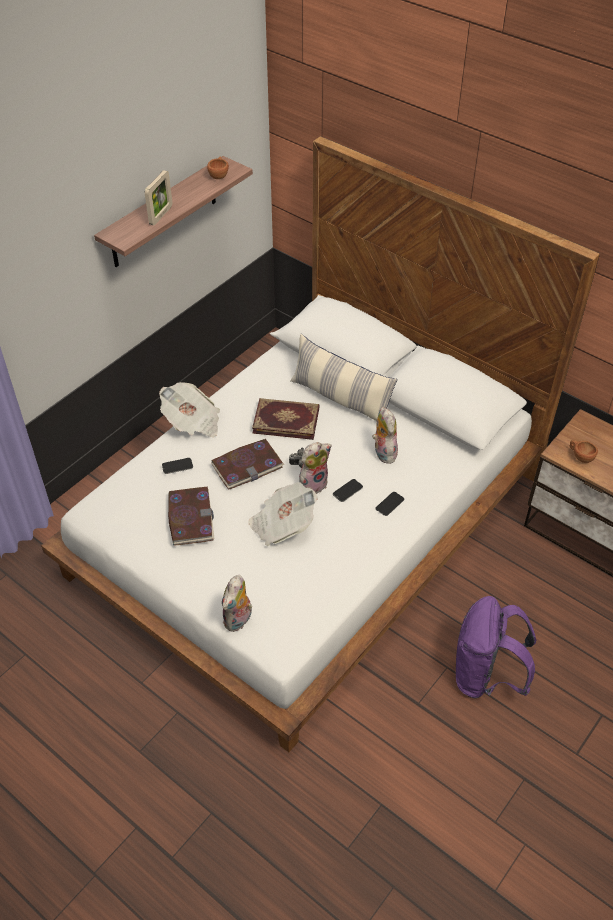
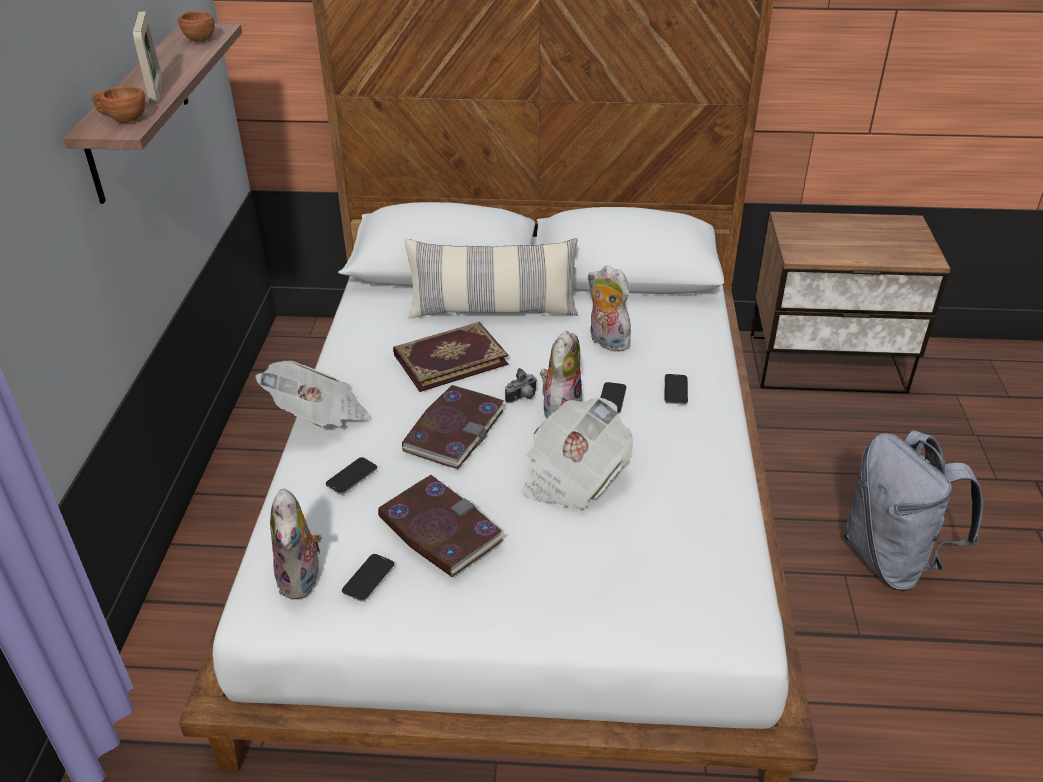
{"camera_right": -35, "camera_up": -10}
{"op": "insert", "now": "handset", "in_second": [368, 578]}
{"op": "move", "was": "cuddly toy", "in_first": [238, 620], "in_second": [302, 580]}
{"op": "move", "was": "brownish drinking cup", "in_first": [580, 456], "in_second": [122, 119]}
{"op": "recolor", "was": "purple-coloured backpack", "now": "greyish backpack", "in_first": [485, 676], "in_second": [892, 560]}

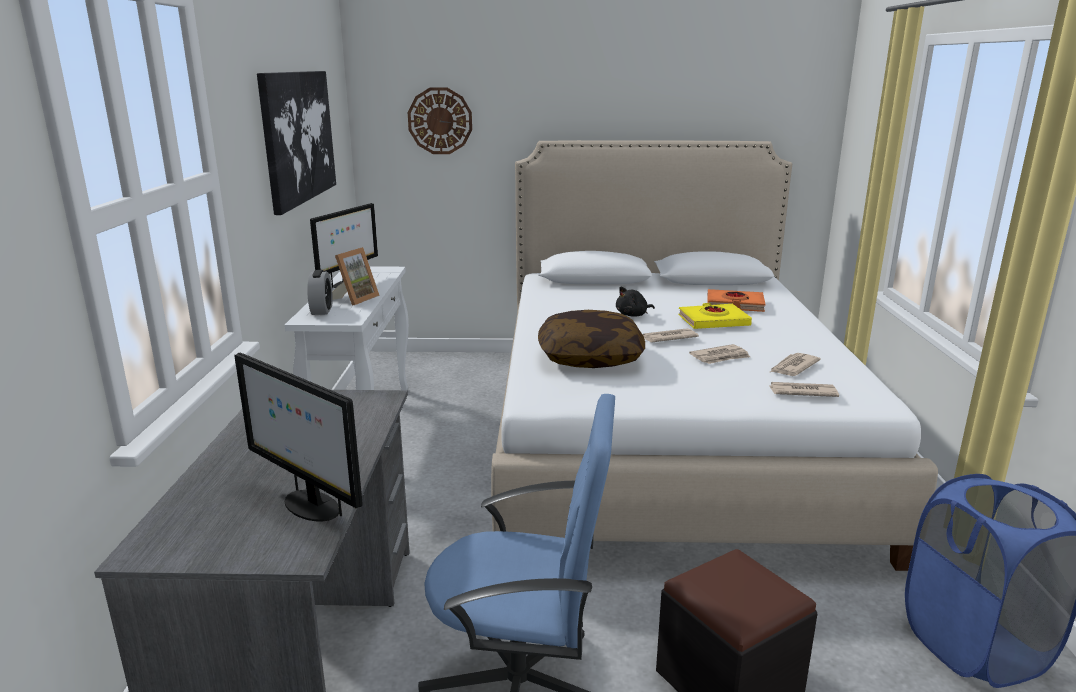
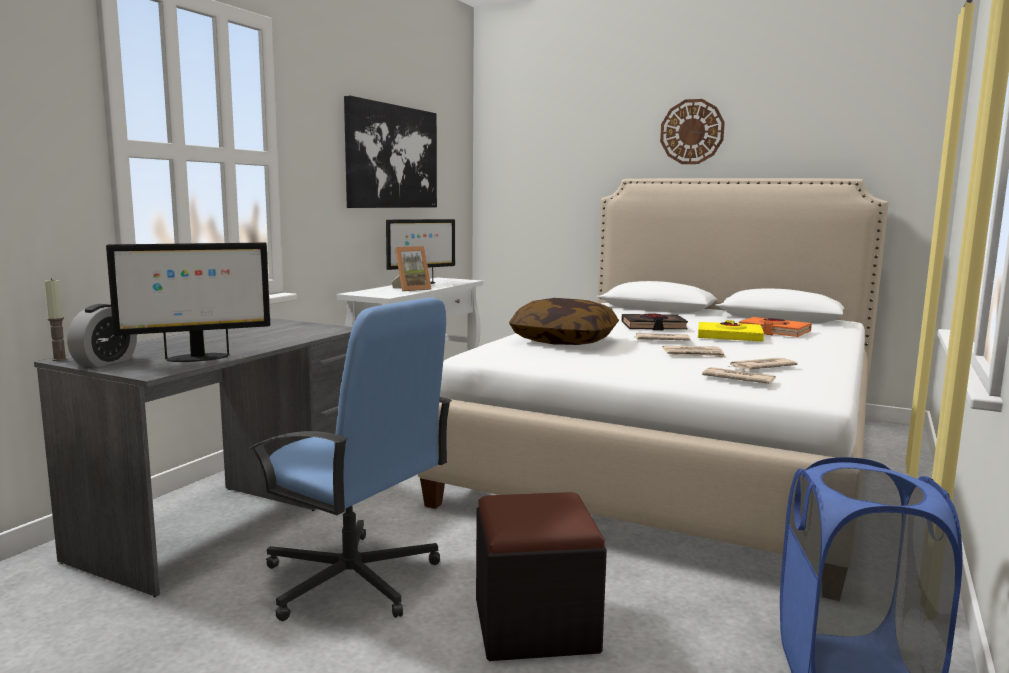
{"camera_right": 25, "camera_up": -10}
{"op": "insert", "now": "candle", "in_second": [59, 359]}
{"op": "move", "was": "alarm clock", "in_first": [322, 310], "in_second": [105, 362]}
{"op": "move", "was": "clock on the wall", "in_first": [440, 121], "in_second": [692, 132]}
{"op": "replace", "was": "black-coloured cuddly toy", "now": "black-coloured bound book", "in_first": [633, 315], "in_second": [653, 327]}
{"op": "rotate", "was": "computer screen", "in_first": [310, 505], "in_second": [196, 358], "clockwise": -90}

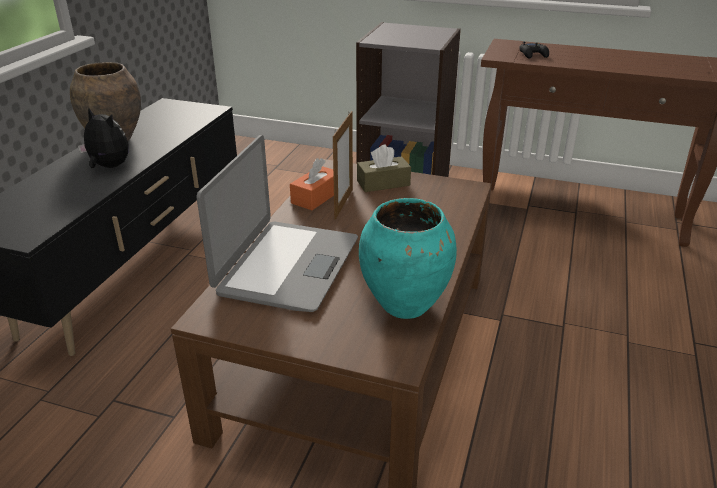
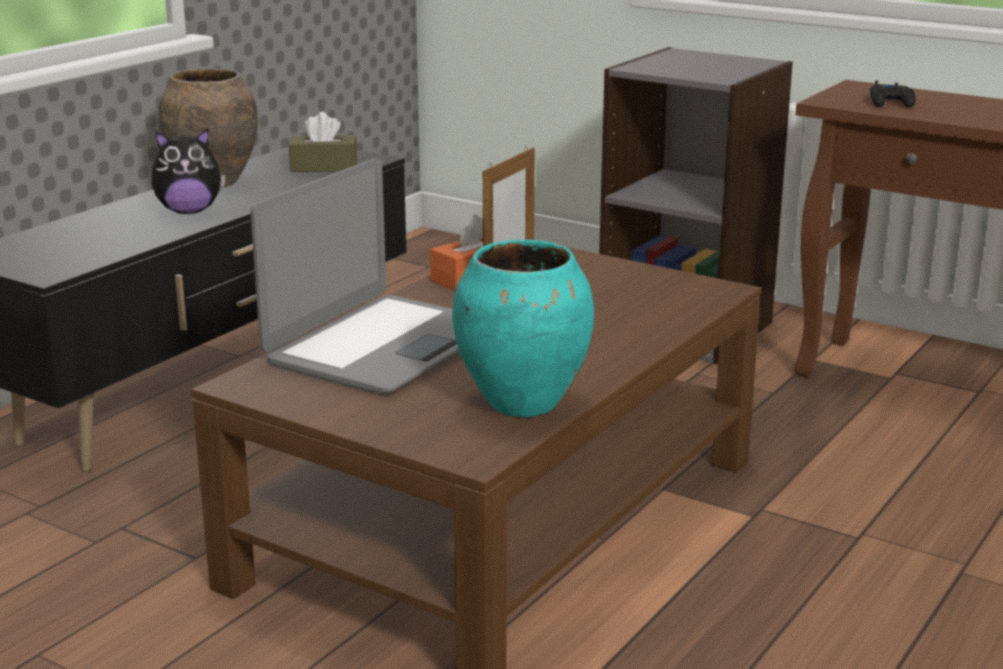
{"camera_right": 15, "camera_up": -10}
{"op": "move", "was": "brownish box of tissues", "in_first": [383, 183], "in_second": [324, 167]}
{"op": "rotate", "was": "cuddly toy", "in_first": [108, 167], "in_second": [189, 211], "clockwise": 120}

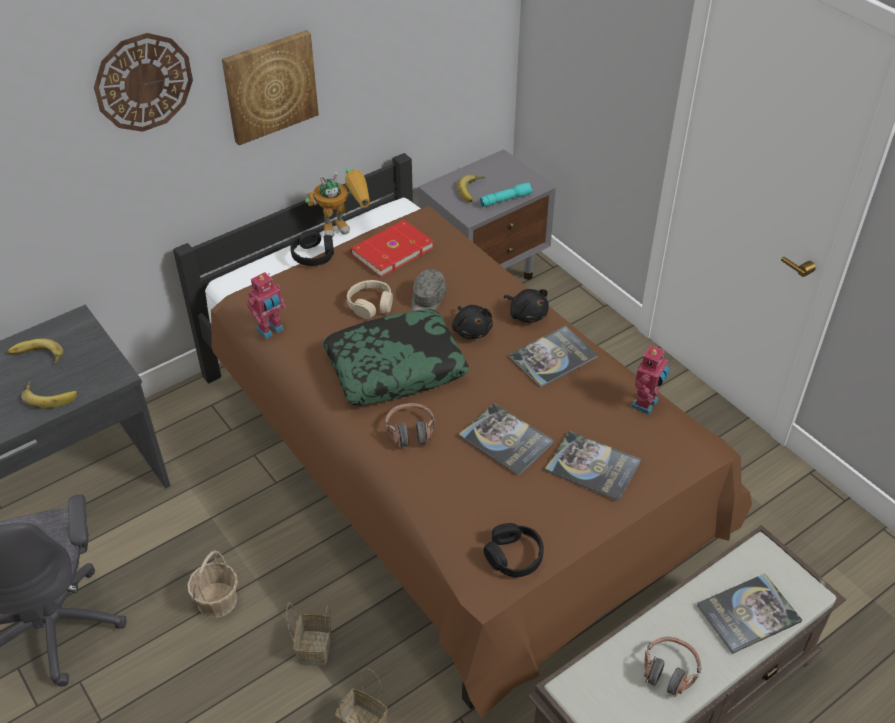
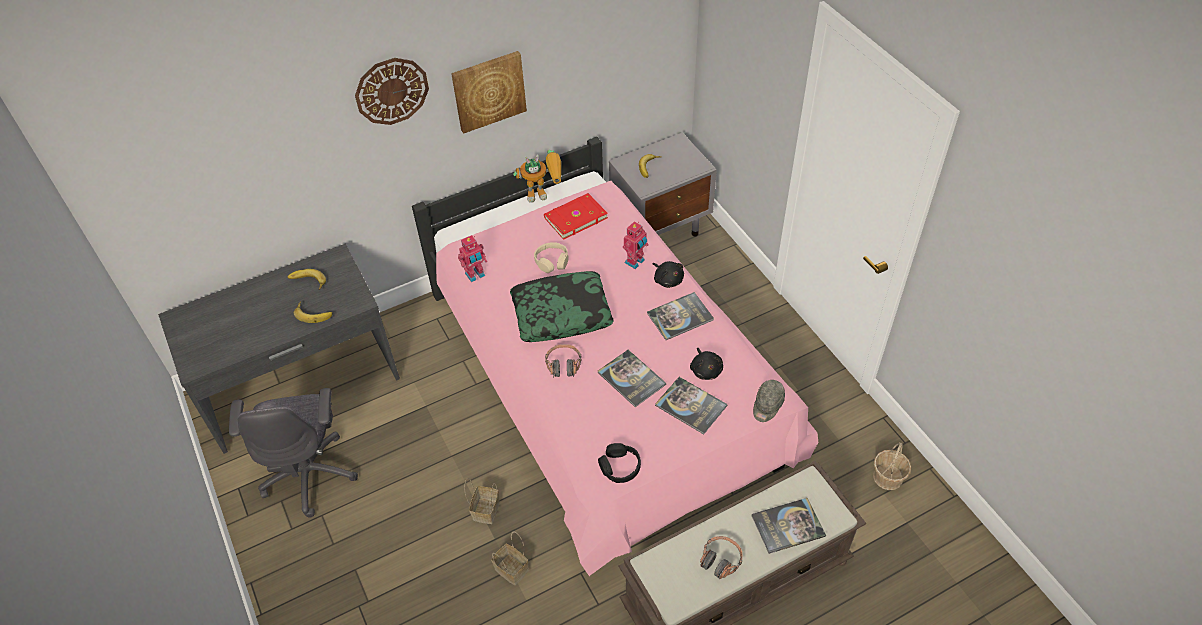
{"camera_right": 10, "camera_up": 5}
{"op": "delete", "was": "black-coloured headset", "in_first": [313, 255]}
{"op": "delete", "was": "turquoise torch", "in_first": [506, 199]}
{"op": "move", "was": "household basket", "in_first": [217, 600], "in_second": [888, 477]}
{"op": "move", "was": "greyish cap", "in_first": [427, 300], "in_second": [767, 405]}
{"op": "move", "was": "black-coloured cuddly toy", "in_first": [471, 330], "in_second": [706, 370]}
{"op": "move", "was": "toy robot", "in_first": [646, 404], "in_second": [635, 262]}
{"op": "recolor", "was": "brownish sleeping bed", "now": "pink-coloured sleeping bed", "in_first": [446, 469], "in_second": [603, 386]}

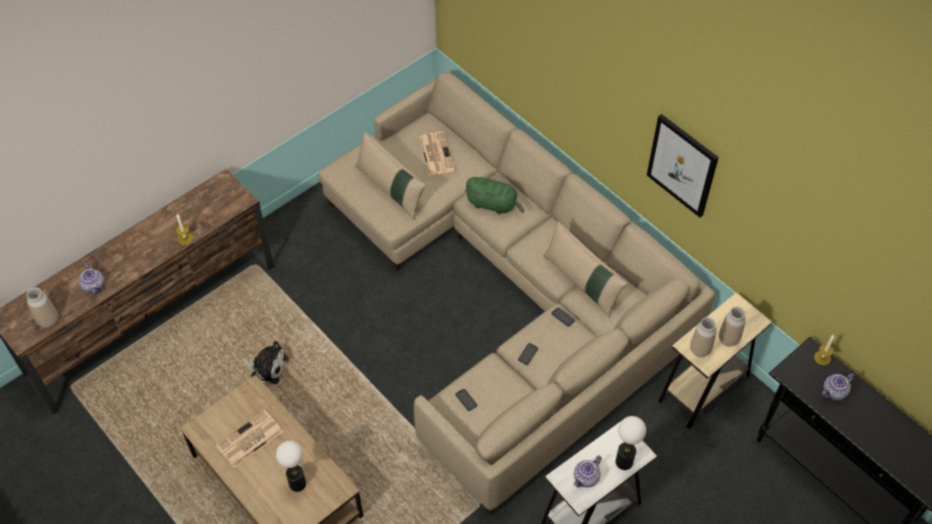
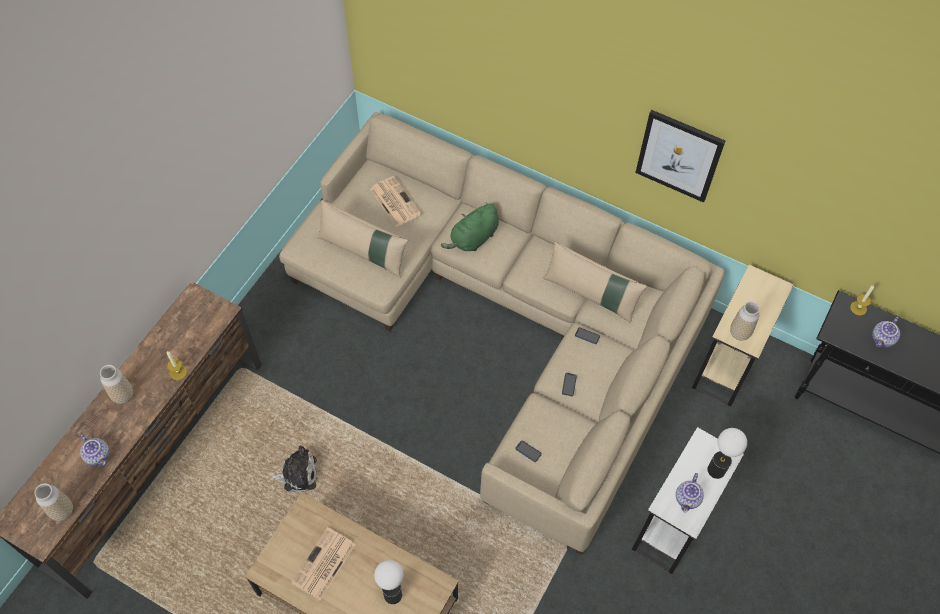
{"camera_right": -20, "camera_up": 5}
{"op": "move", "was": "vase", "in_first": [728, 339], "in_second": [123, 395]}
{"op": "rotate", "was": "green cuddly toy", "in_first": [493, 204], "in_second": [473, 239], "clockwise": 135}

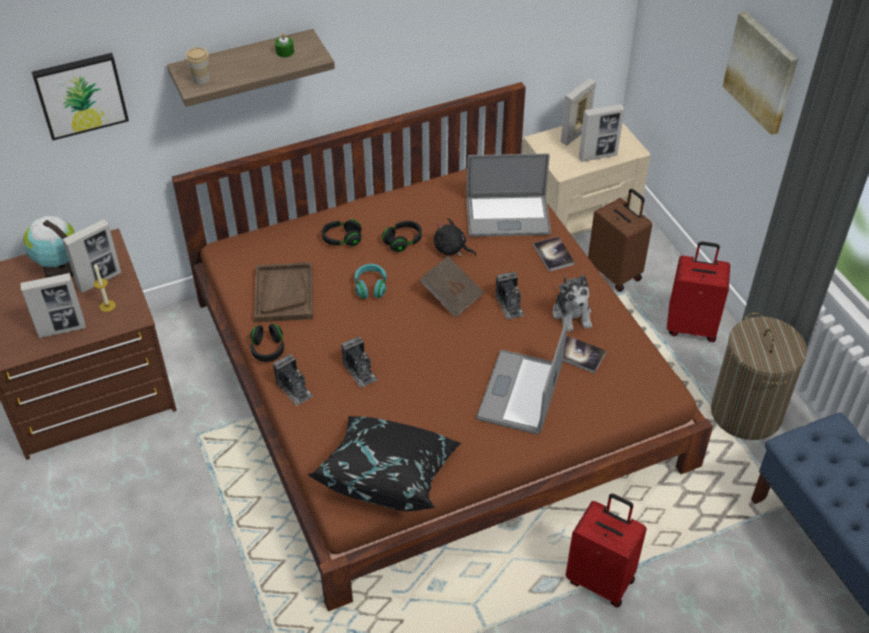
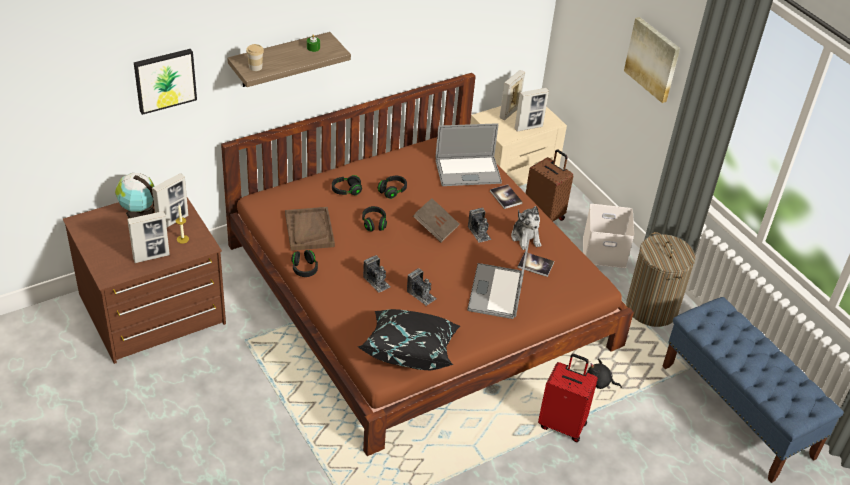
{"camera_right": -10, "camera_up": -5}
{"op": "move", "was": "still camera", "in_first": [294, 389], "in_second": [421, 295]}
{"op": "move", "was": "black-coloured cuddly toy", "in_first": [451, 249], "in_second": [600, 382]}
{"op": "replace", "was": "red suitcase", "now": "white-coloured storage box", "in_first": [691, 326], "in_second": [605, 251]}
{"op": "recolor", "was": "turquoise headset", "now": "black-coloured headset", "in_first": [371, 287], "in_second": [374, 223]}

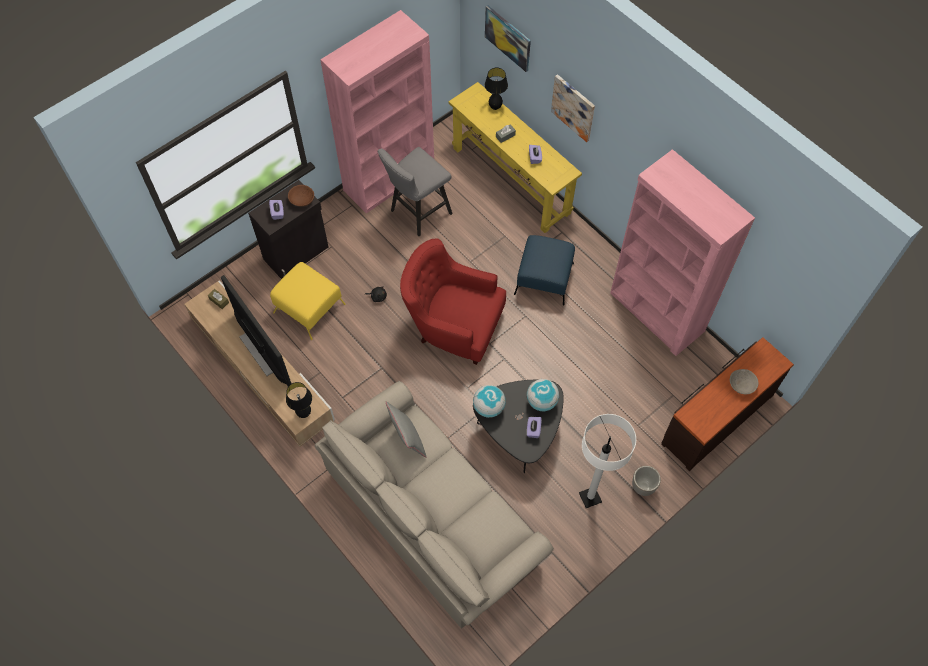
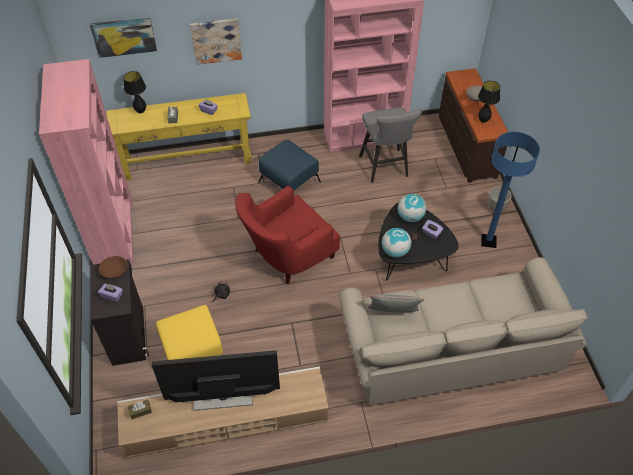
{"camera_right": -60, "camera_up": -10}
{"op": "move", "was": "black-coloured tabletop lamp", "in_first": [304, 413], "in_second": [483, 120]}
{"op": "move", "was": "greyish stool seat", "in_first": [417, 214], "in_second": [385, 168]}
{"op": "recolor", "was": "white-coloured standard lamp", "now": "blue standard lamp", "in_first": [590, 497], "in_second": [488, 241]}

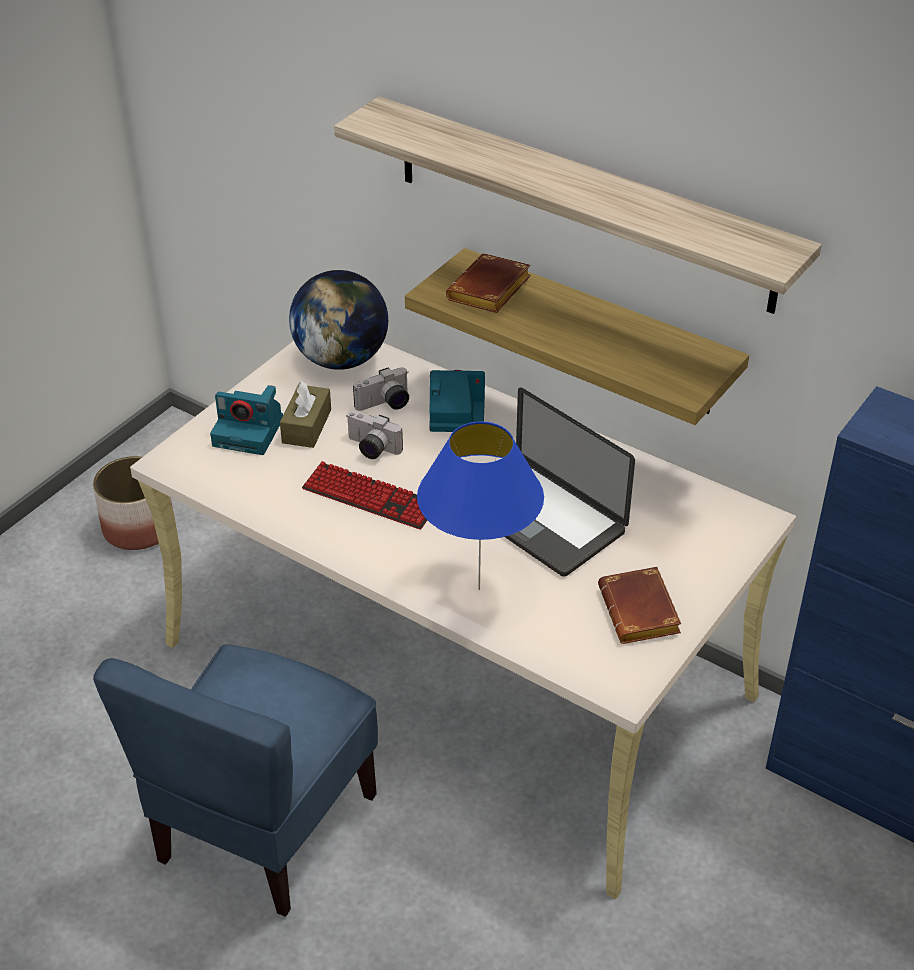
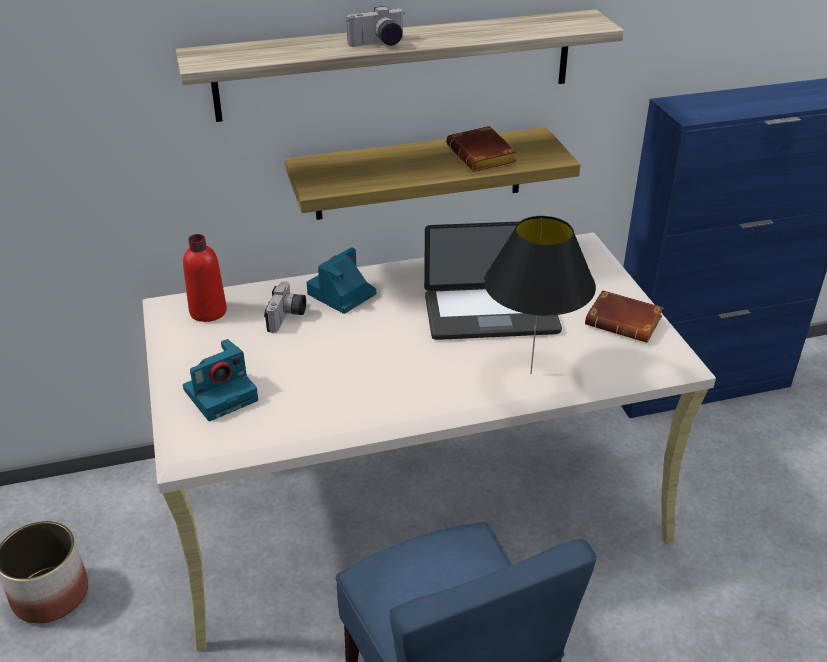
{"camera_right": -50, "camera_up": -5}
{"op": "delete", "was": "brownish box of tissues", "in_first": [306, 426]}
{"op": "delete", "was": "PC keyboard", "in_first": [370, 498]}
{"op": "move", "was": "still camera", "in_first": [370, 449], "in_second": [379, 44]}
{"op": "move", "was": "brownish bound book", "in_first": [490, 292], "in_second": [483, 156]}
{"op": "replace", "was": "desk globe", "now": "red drink bottle", "in_first": [341, 359], "in_second": [208, 312]}
{"op": "recolor", "was": "blue tabletop lamp", "now": "black-coloured tabletop lamp", "in_first": [479, 589], "in_second": [531, 373]}

